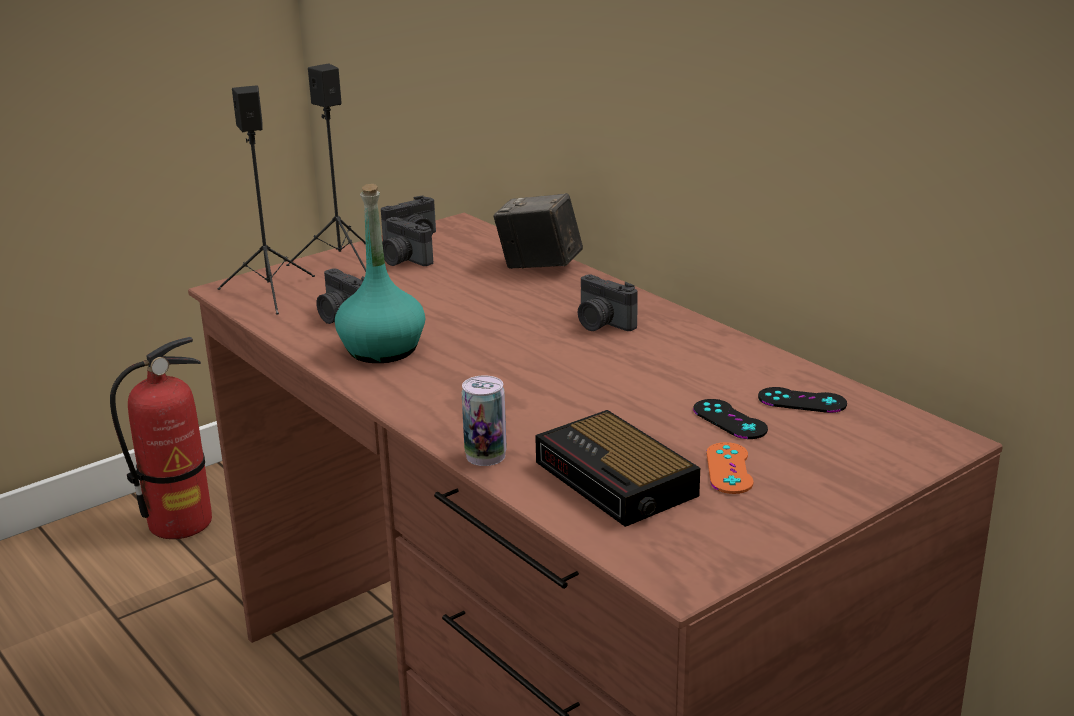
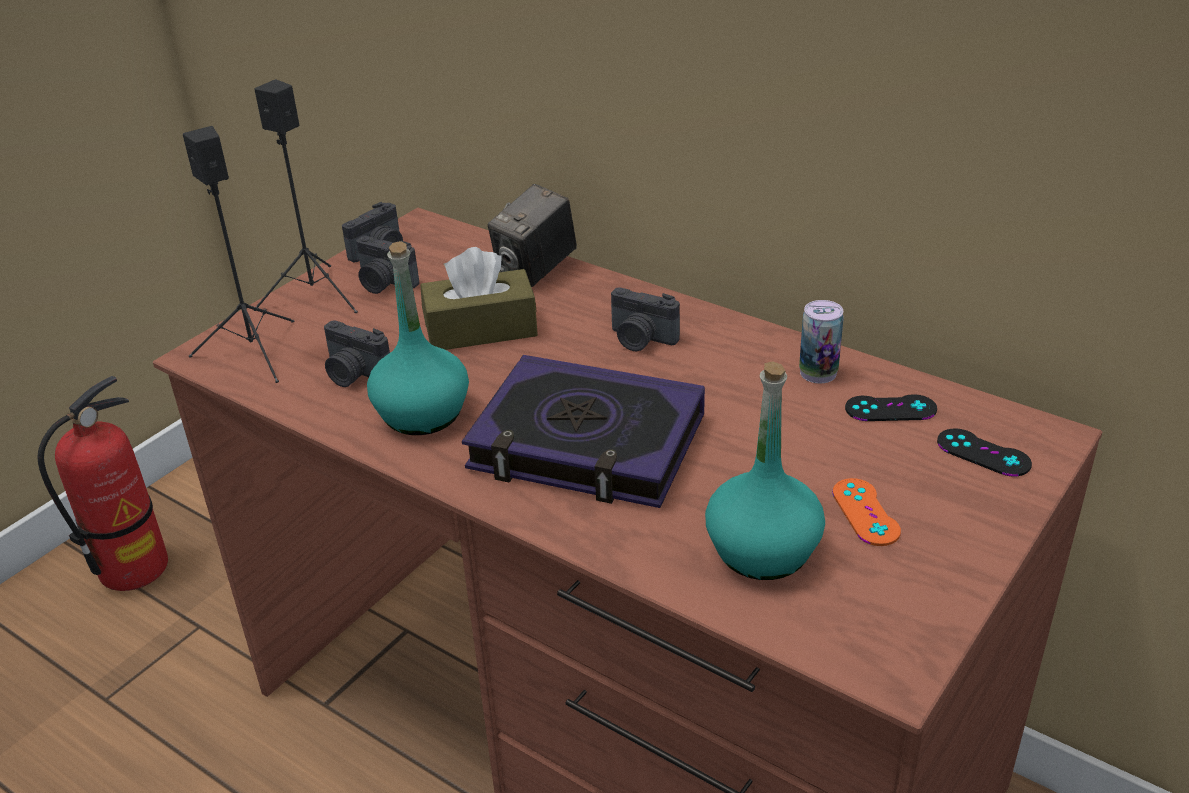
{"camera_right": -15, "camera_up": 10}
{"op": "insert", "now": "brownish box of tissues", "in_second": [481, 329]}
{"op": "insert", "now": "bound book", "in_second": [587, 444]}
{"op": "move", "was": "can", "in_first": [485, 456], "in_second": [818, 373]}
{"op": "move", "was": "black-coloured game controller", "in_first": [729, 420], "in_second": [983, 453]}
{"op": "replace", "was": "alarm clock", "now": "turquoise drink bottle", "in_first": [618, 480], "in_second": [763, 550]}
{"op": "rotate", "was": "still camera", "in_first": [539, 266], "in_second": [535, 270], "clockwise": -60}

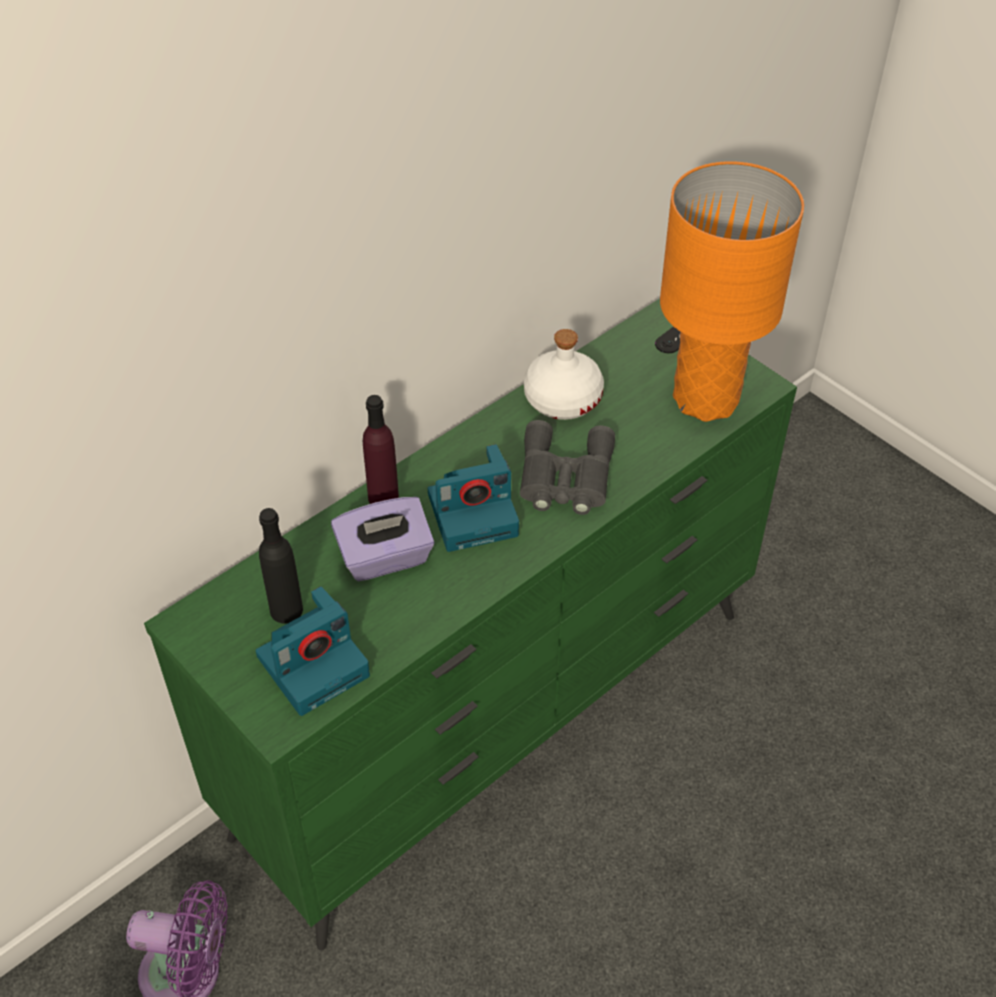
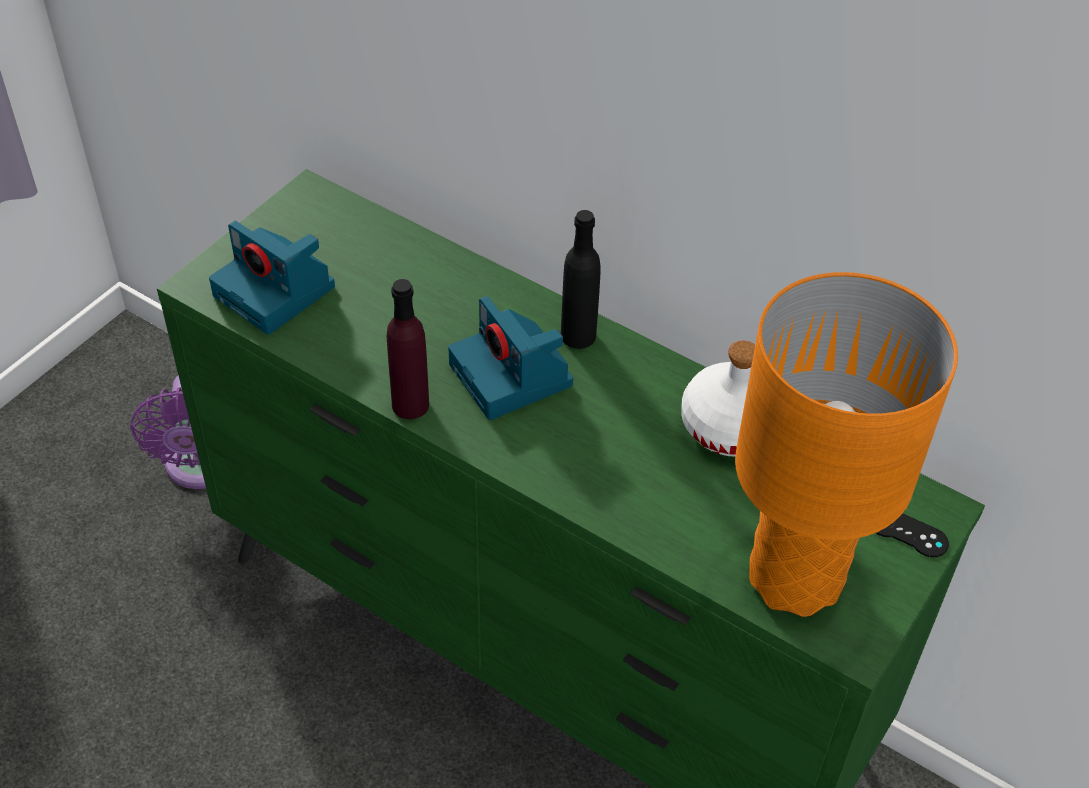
{"camera_right": 75, "camera_up": 0}
{"op": "delete", "was": "purple-coloured box of tissues", "in_first": [385, 558]}
{"op": "delete", "was": "greyish pair of binoculars", "in_first": [564, 478]}
{"op": "move", "was": "black-coloured drink bottle", "in_first": [286, 610], "in_second": [578, 335]}
{"op": "move", "was": "purple-coloured drink bottle", "in_first": [383, 498], "in_second": [410, 405]}

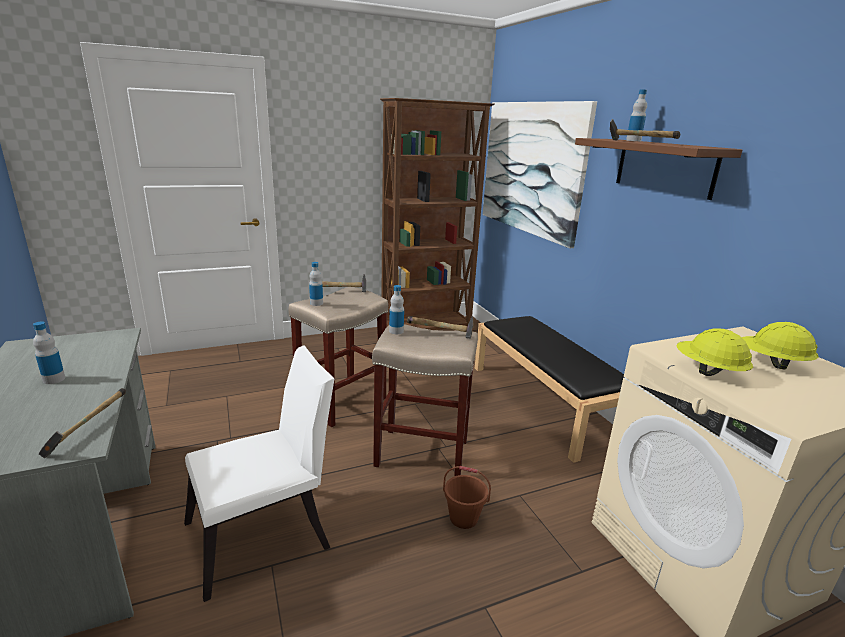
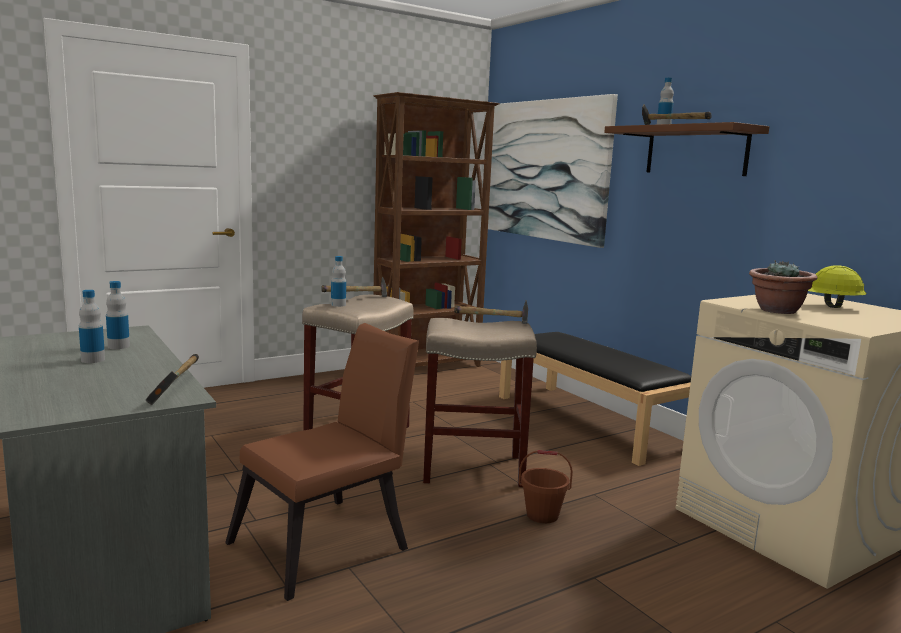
{"camera_right": -10, "camera_up": -10}
{"op": "move", "was": "drink bottle", "in_first": [396, 331], "in_second": [118, 346]}
{"op": "replace", "was": "yellow safety helmet", "now": "potted plant", "in_first": [708, 371], "in_second": [777, 310]}
{"op": "recolor", "was": "white-coloured plain chair", "now": "brownish plain chair", "in_first": [267, 533], "in_second": [328, 543]}

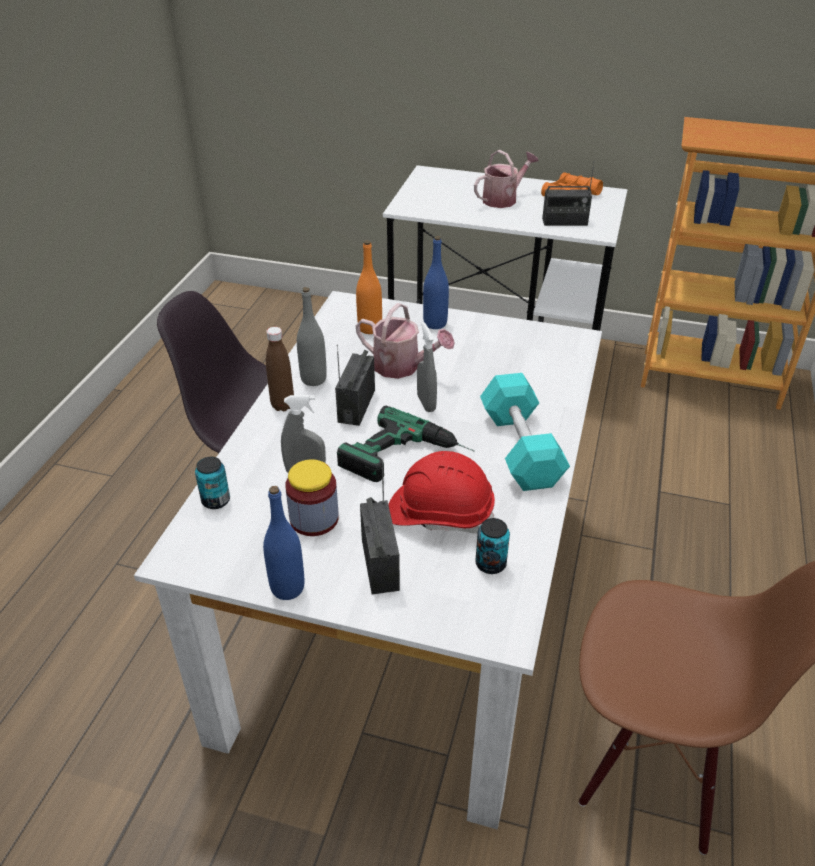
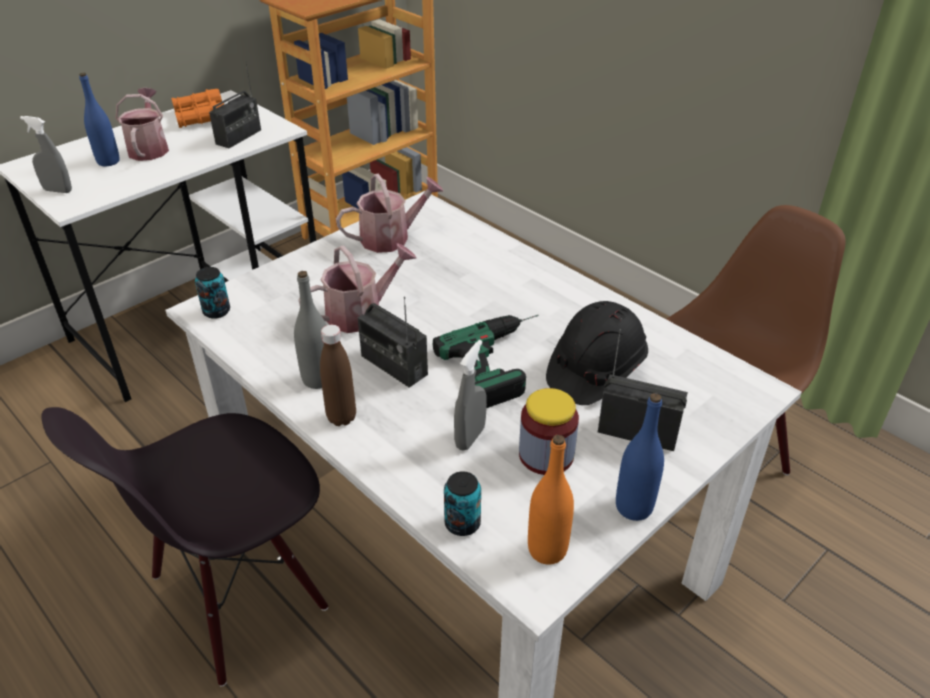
{"camera_right": -60, "camera_up": 0}
{"op": "delete", "was": "turquoise hand weight", "in_first": [520, 448]}
{"op": "insert", "now": "watering pot", "in_second": [391, 237]}
{"op": "move", "was": "orangey drink bottle", "in_first": [370, 328], "in_second": [547, 549]}
{"op": "move", "was": "greyish hand sprayer", "in_first": [426, 403], "in_second": [58, 190]}
{"op": "move", "was": "blue drink bottle", "in_first": [435, 323], "in_second": [108, 161]}
{"op": "move", "was": "can", "in_first": [490, 564], "in_second": [216, 311]}
{"op": "recolor", "was": "red safety helmet", "now": "black-coloured safety helmet", "in_first": [440, 514], "in_second": [595, 371]}

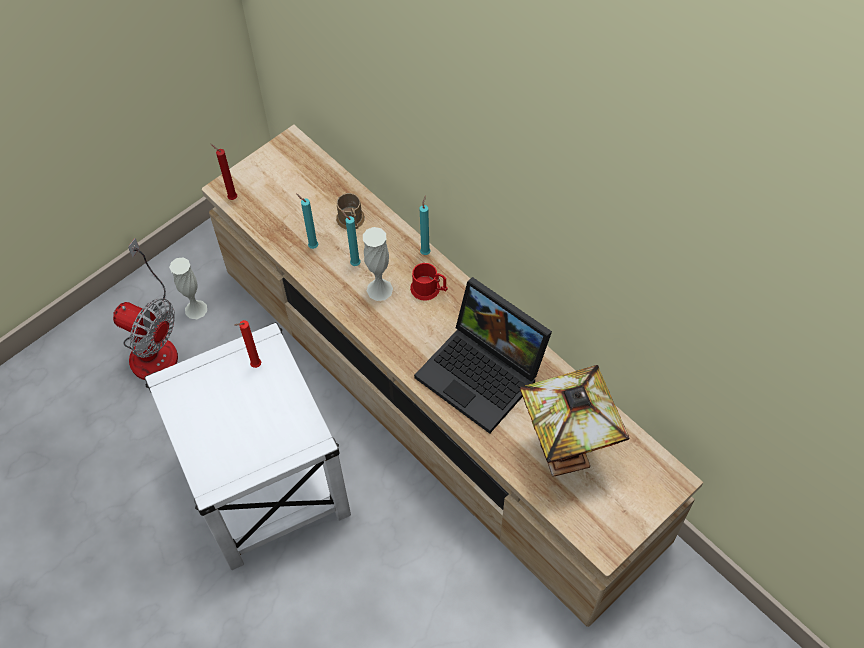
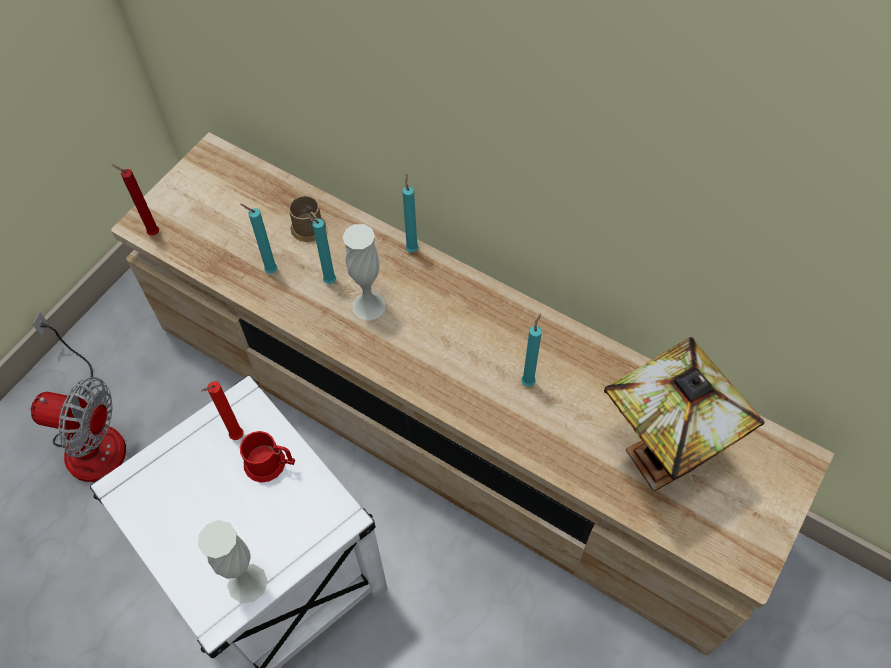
{"camera_right": -15, "camera_up": 0}
{"op": "move", "was": "white-coloured vase", "in_first": [196, 309], "in_second": [247, 583]}
{"op": "move", "was": "red tea mug", "in_first": [429, 289], "in_second": [270, 464]}
{"op": "replace", "was": "notebook computer", "now": "turquoise candle", "in_first": [484, 373], "in_second": [528, 381]}

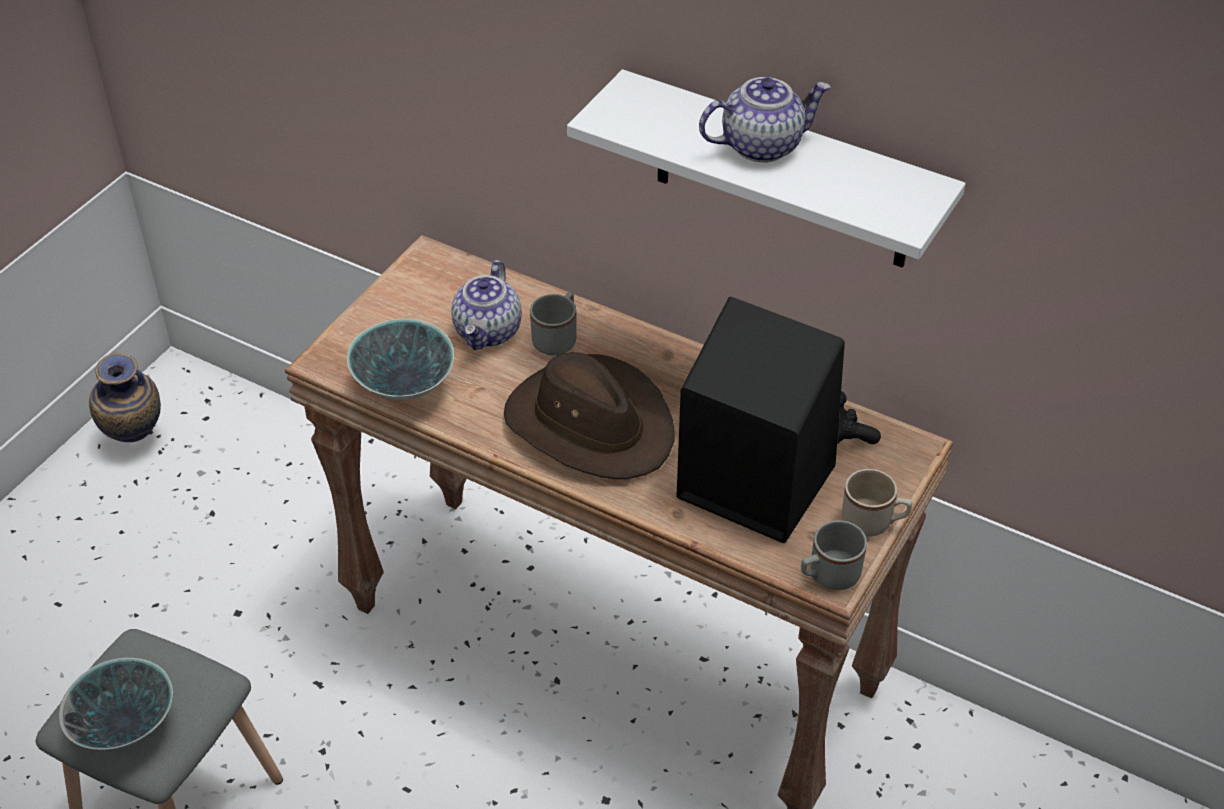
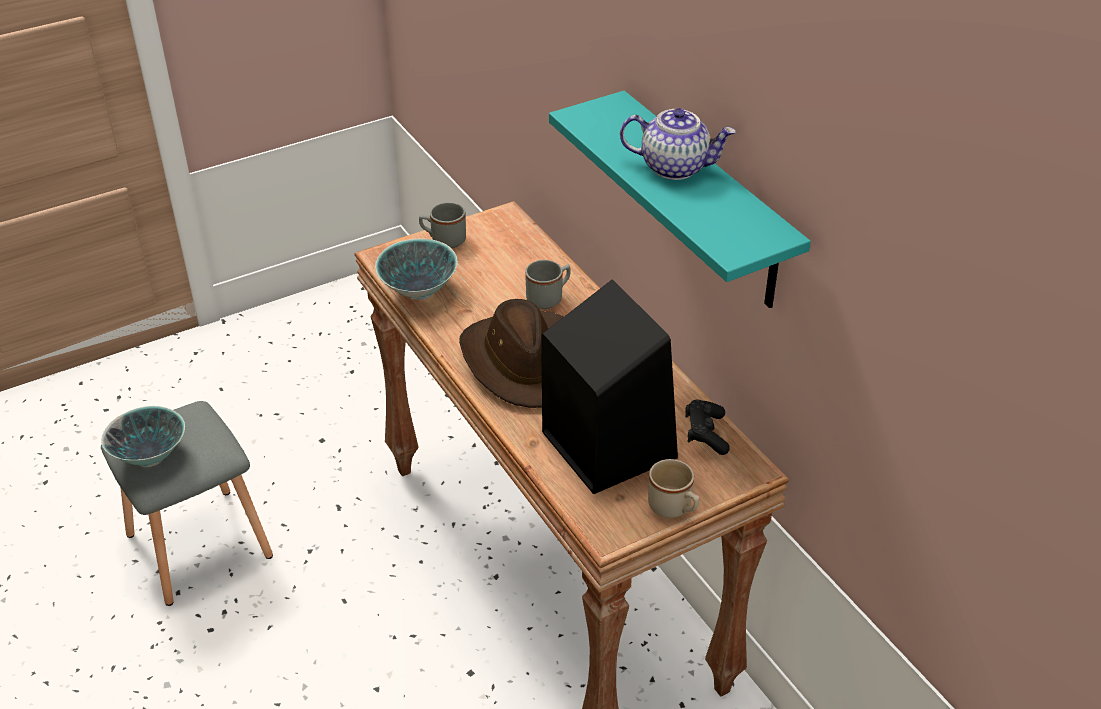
{"camera_right": 30, "camera_up": -5}
{"op": "delete", "was": "vase", "in_first": [135, 441]}
{"op": "delete", "was": "tea pot", "in_first": [489, 332]}
{"op": "move", "was": "greyish tea mug", "in_first": [828, 576], "in_second": [443, 240]}
{"op": "recolor", "was": "white-coloured wall shelf", "now": "turquoise wall shelf", "in_first": [782, 173], "in_second": [706, 203]}

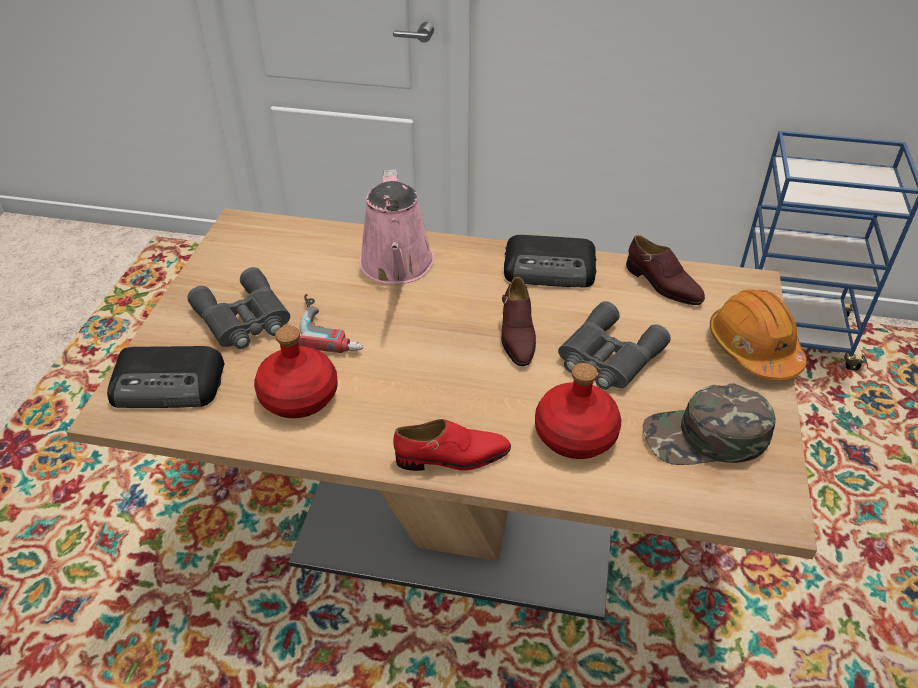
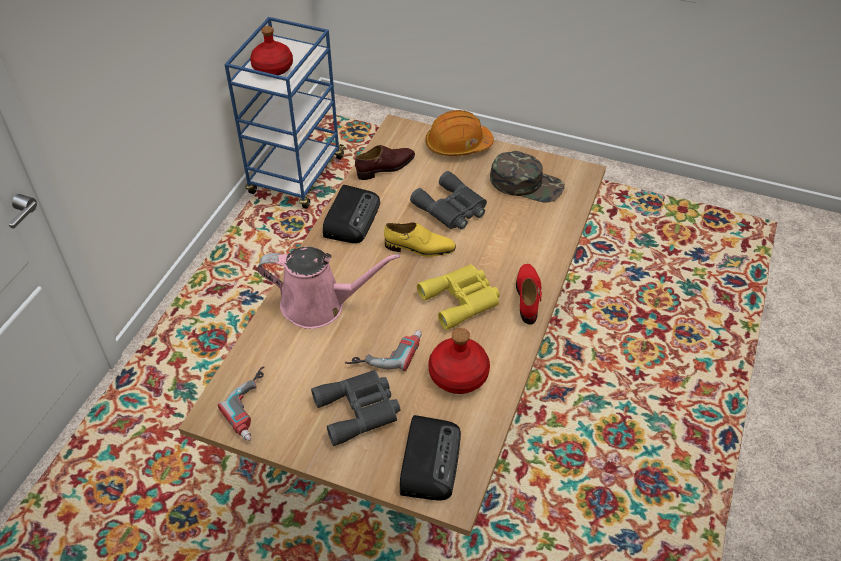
{"camera_right": -80, "camera_up": 5}
{"op": "insert", "now": "power drill", "in_second": [255, 407]}
{"op": "insert", "now": "yellow pair of binoculars", "in_second": [462, 299]}
{"op": "move", "was": "red drink bottle", "in_first": [576, 434], "in_second": [272, 68]}
{"op": "recolor", "was": "brownish item of footwear", "now": "yellow item of footwear", "in_first": [517, 335], "in_second": [419, 248]}
{"op": "rotate", "was": "green cap", "in_first": [706, 437], "in_second": [526, 183], "clockwise": -75}

